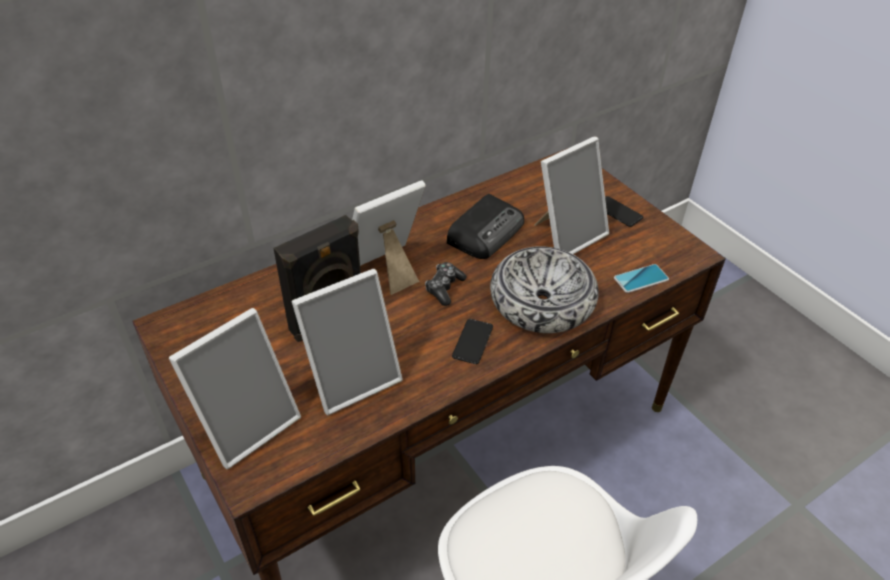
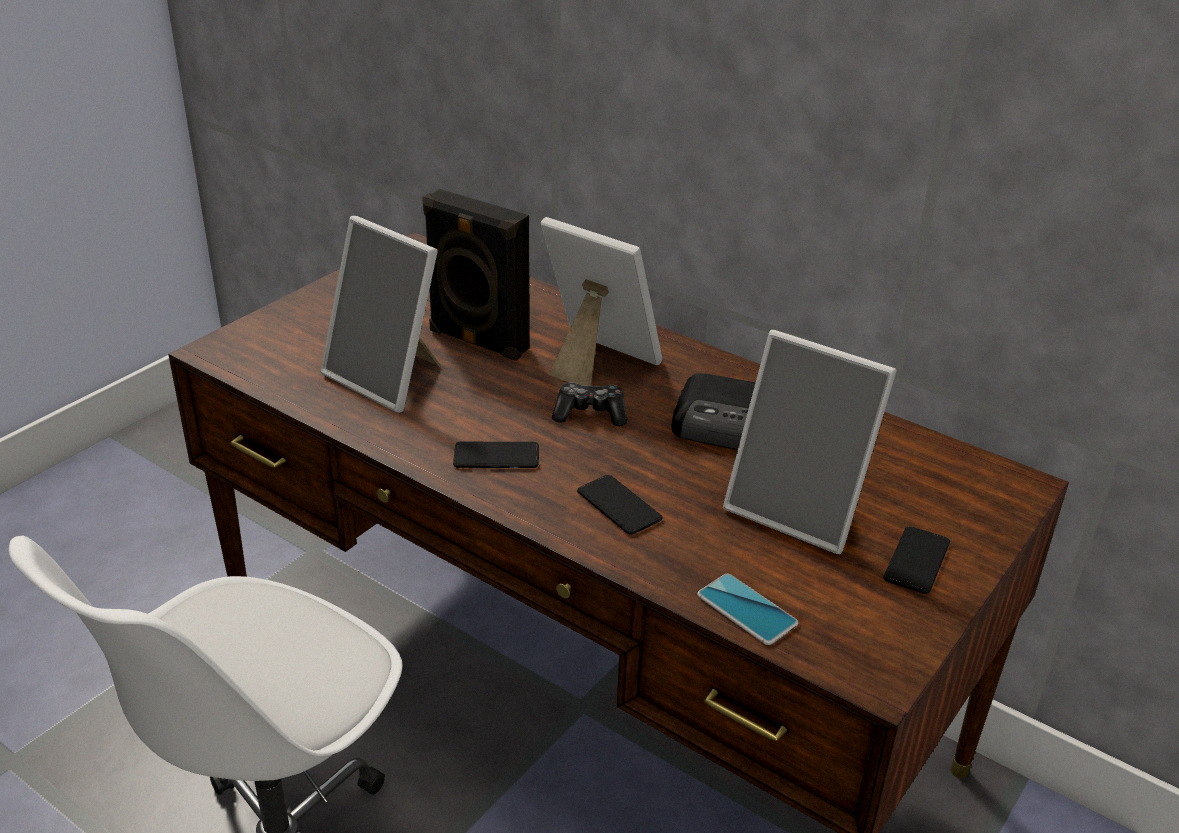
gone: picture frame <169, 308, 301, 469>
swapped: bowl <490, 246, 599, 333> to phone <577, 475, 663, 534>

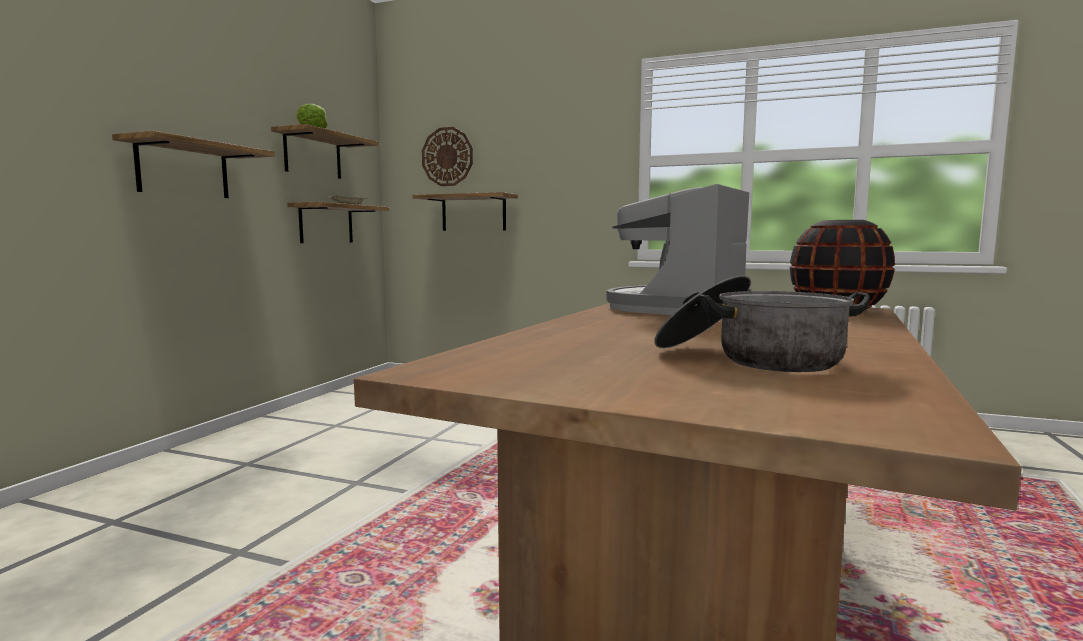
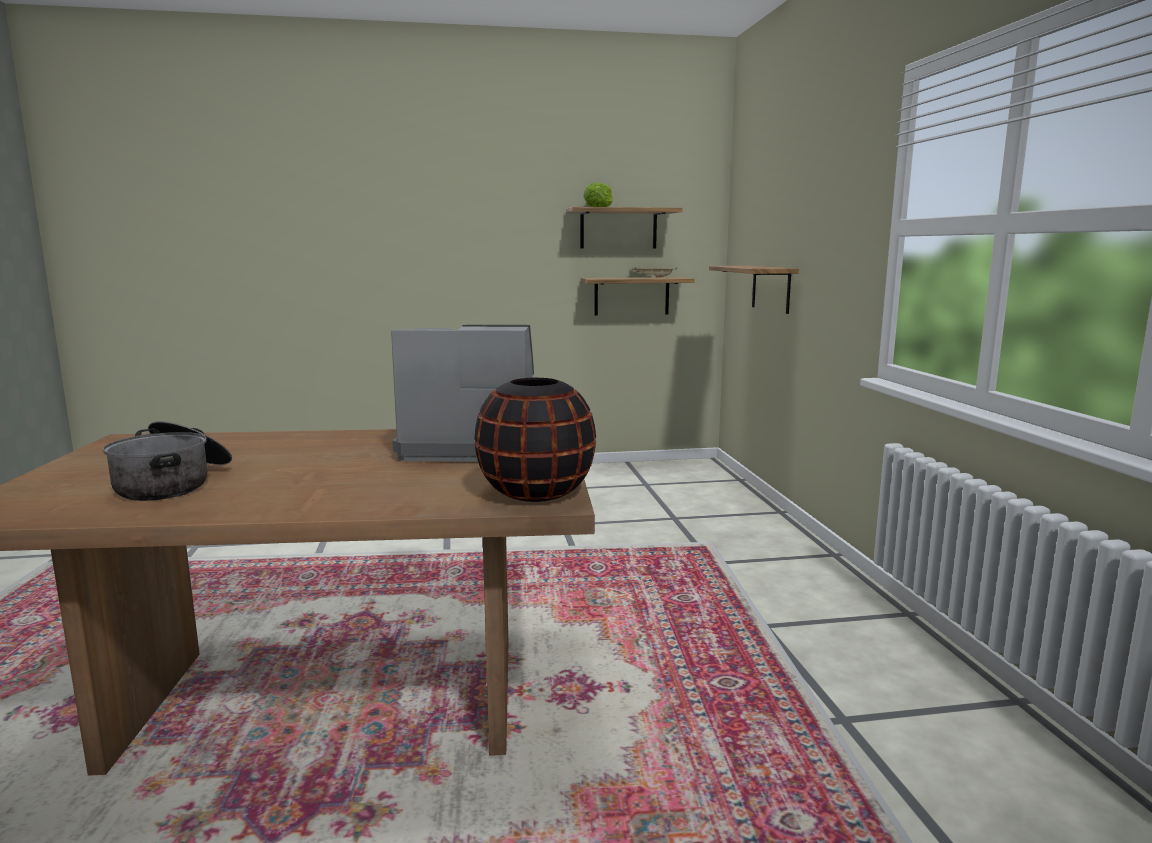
gone: shelf <112, 131, 275, 198>; wall clock <422, 127, 473, 186>

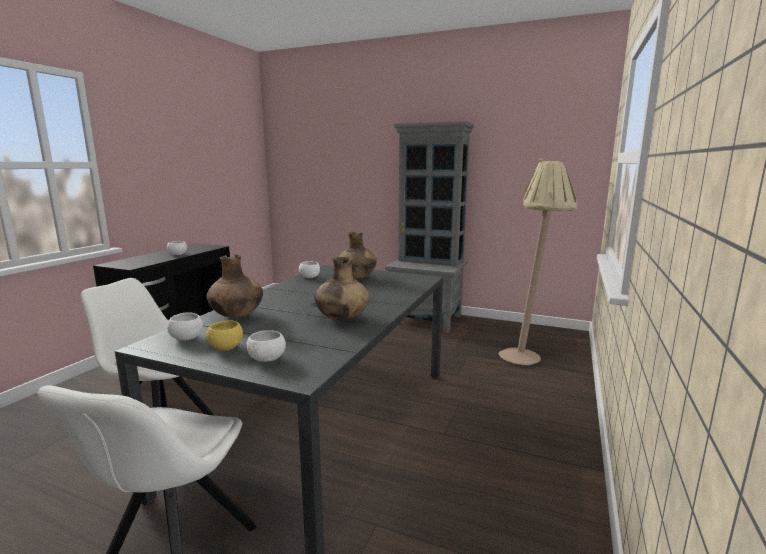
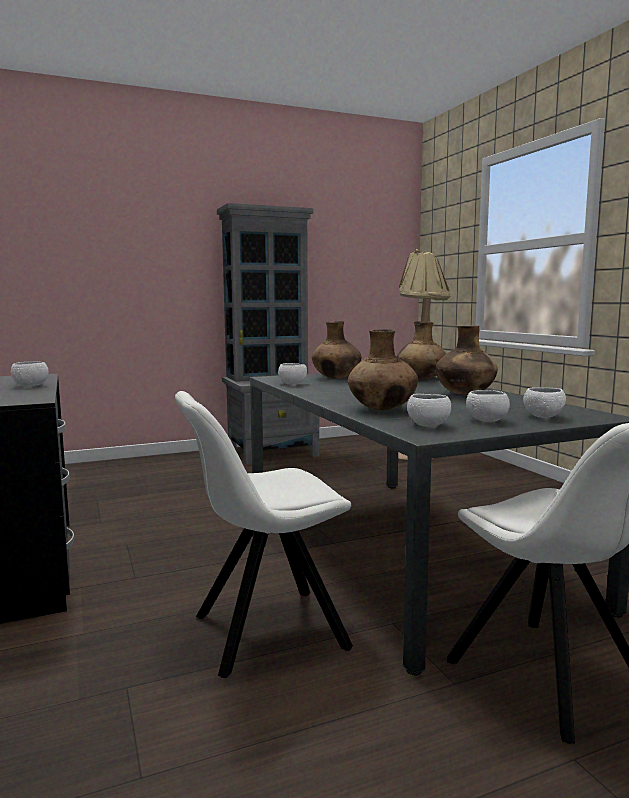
new: brown vase <397, 321, 446, 380>
repainted: yellow bowl <206, 320, 243, 351> to white bowl <466, 390, 510, 422>

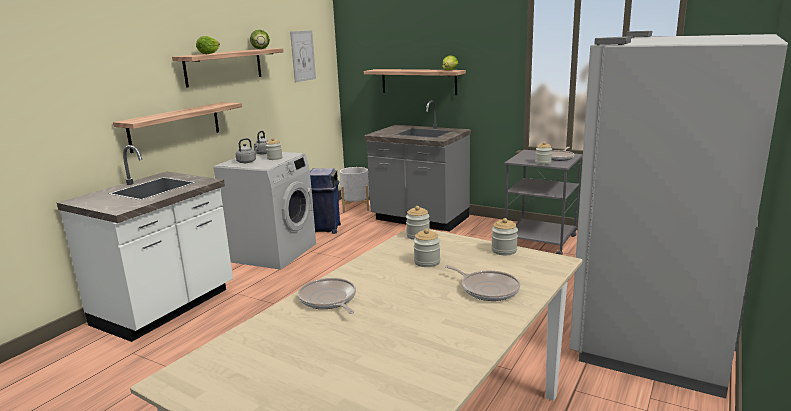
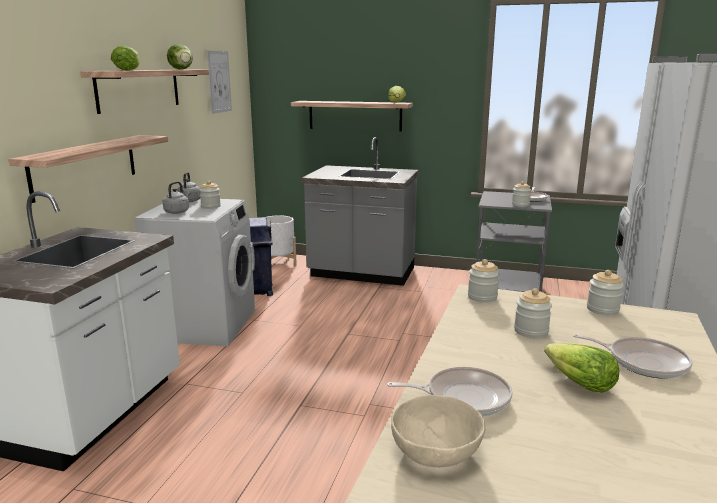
new: beige bowl <391, 395, 485, 467>; lettuce <544, 343, 619, 393>
rotated: frying pan <298, 278, 356, 314> = <387, 367, 513, 417> 135 degrees clockwise

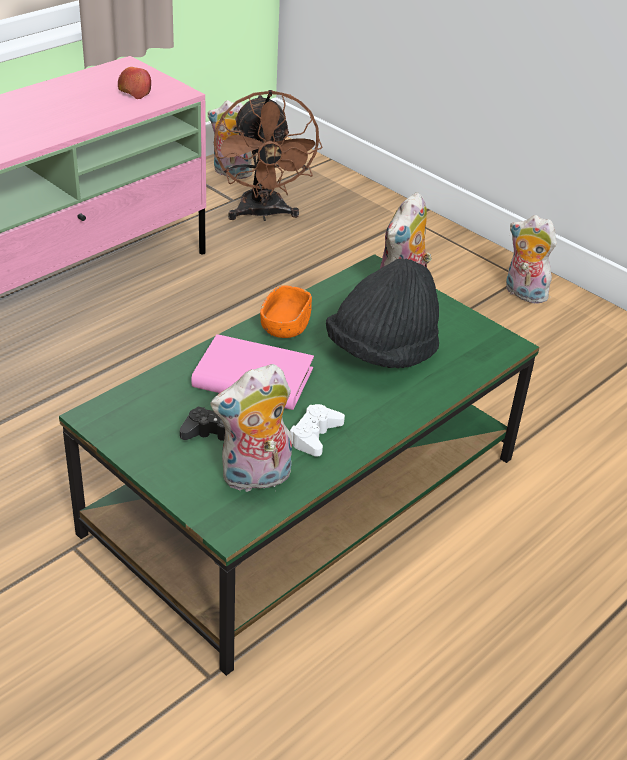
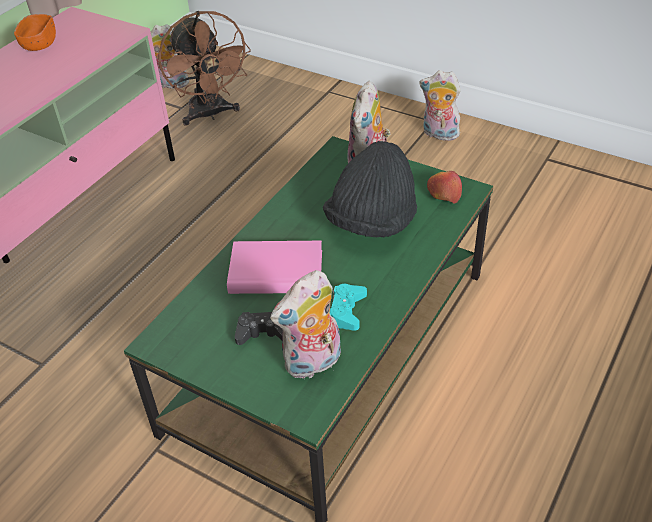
shifted: apple <118, 67, 151, 99> to <427, 171, 462, 204>; orange bowl <260, 285, 312, 338> to <14, 14, 56, 51>
repainted: white game controller <290, 404, 345, 457> to turquoise game controller <330, 284, 367, 331>

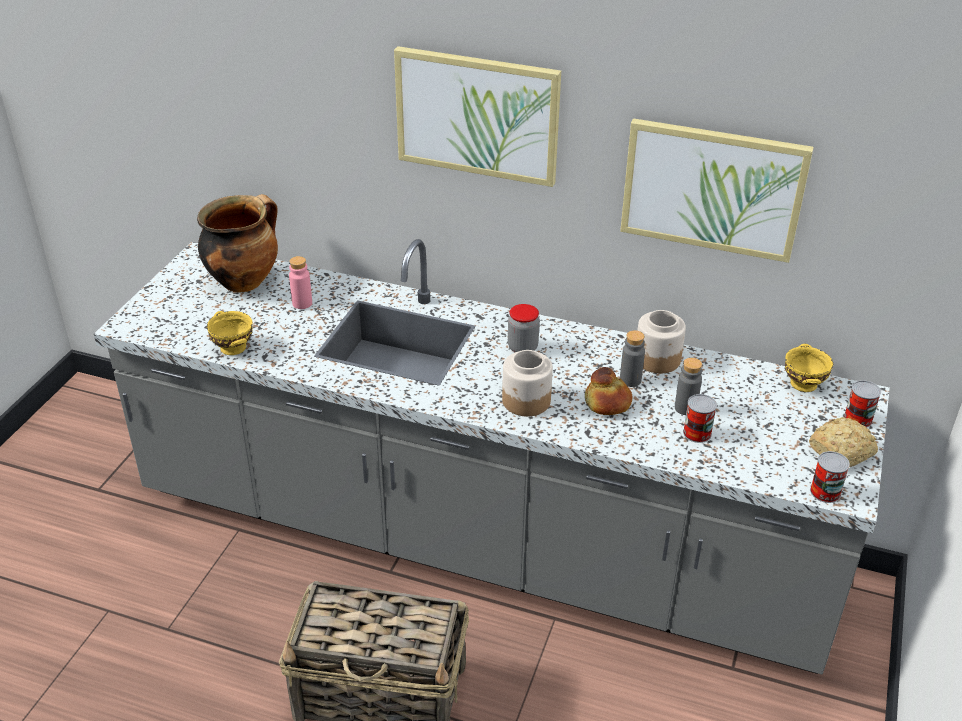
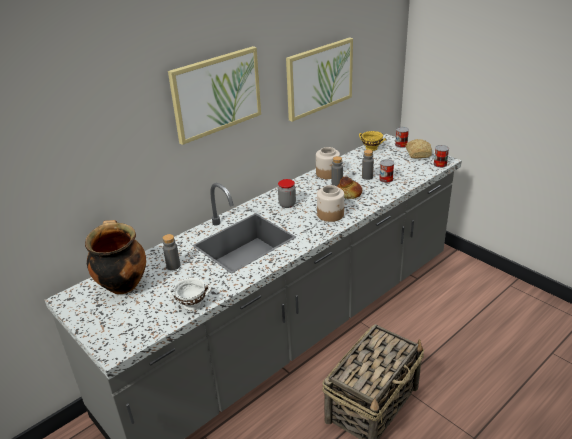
repainted: yellow bowl <207, 311, 253, 355> to white bowl <168, 278, 211, 310>; pink bottle <289, 256, 312, 309> to grey bottle <162, 234, 180, 270>

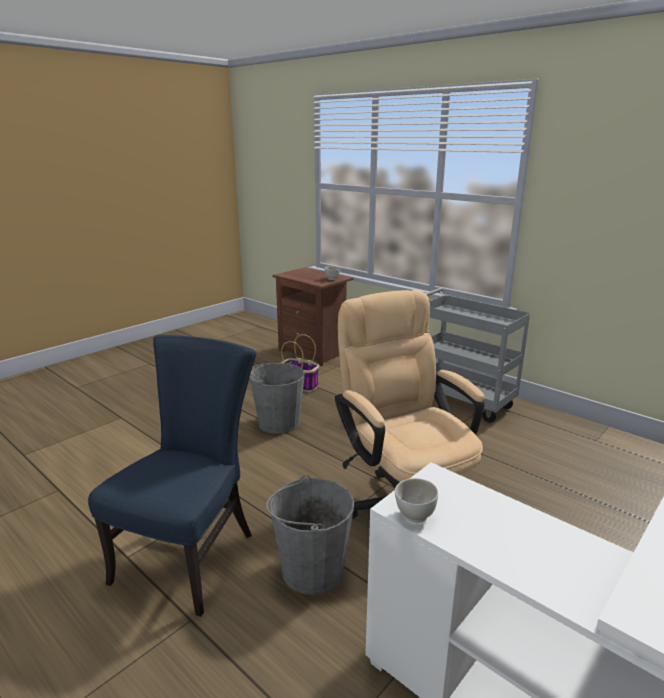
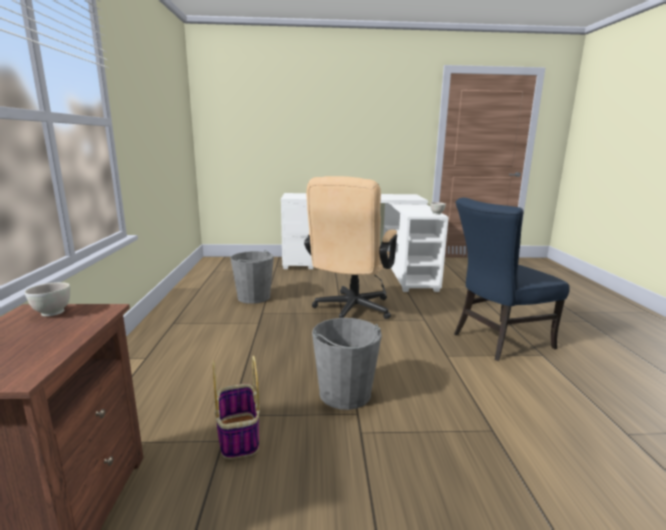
gone: grey cart <425, 288, 530, 423>
shifted: grey bucket <266, 475, 354, 595> to <231, 250, 274, 304>

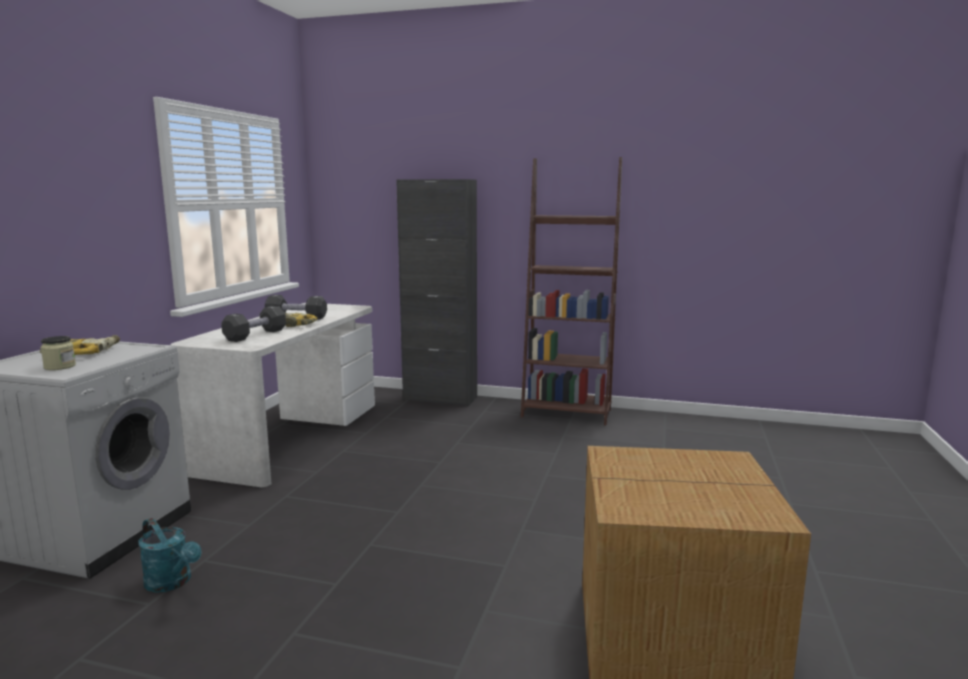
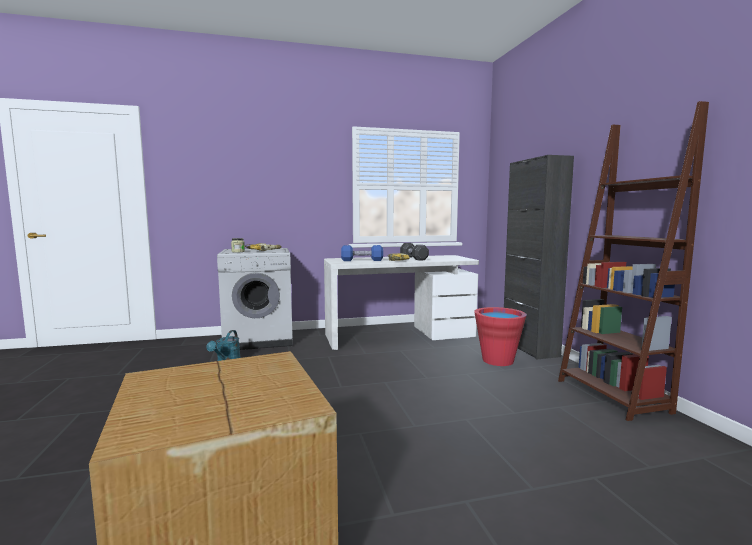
new: red bucket <474, 307, 527, 366>
repainted: black dumbbell <221, 306, 286, 342> to blue dumbbell <341, 245, 383, 261>

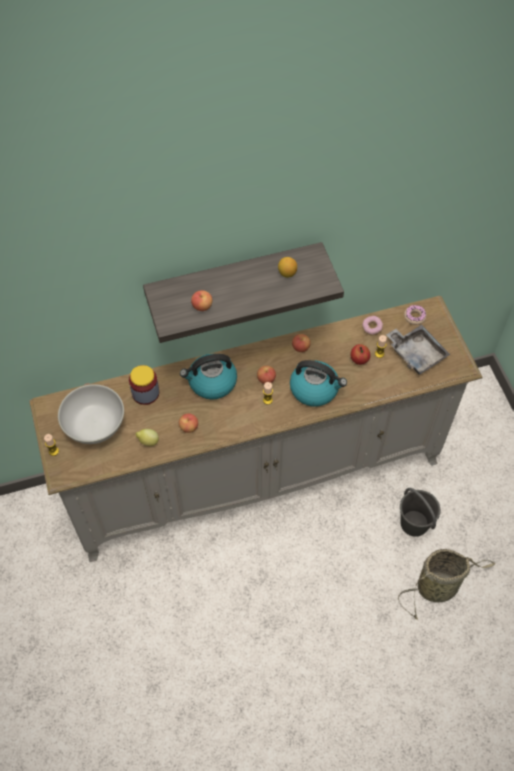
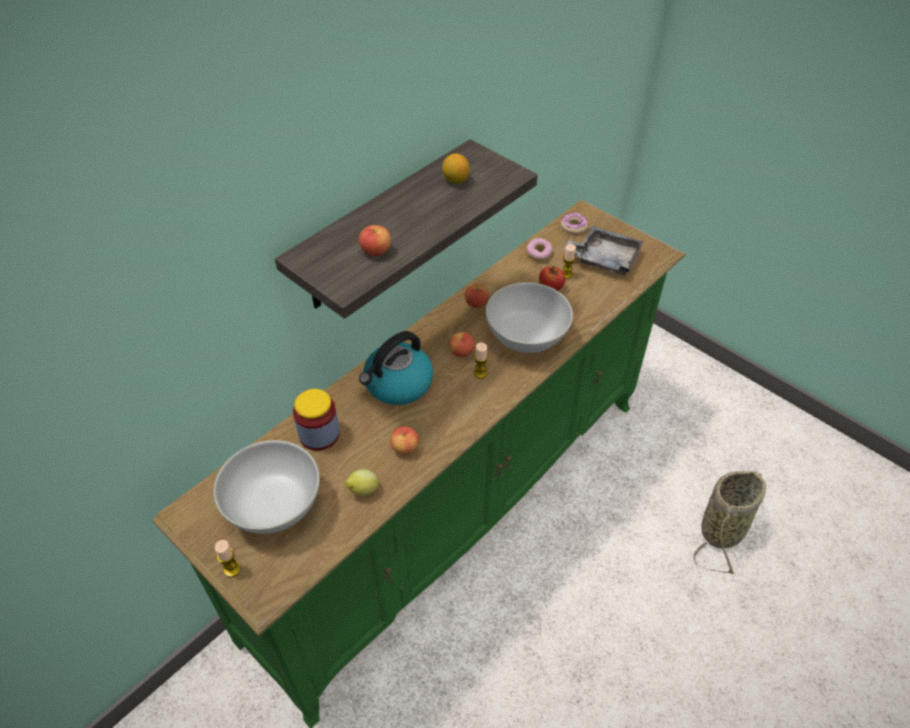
gone: grey bucket <400, 488, 440, 537>
swapped: kettle <290, 360, 347, 407> to white bowl <486, 282, 573, 353>
repainted: grey cabinet <29, 296, 483, 562> to green cabinet <153, 200, 686, 728>

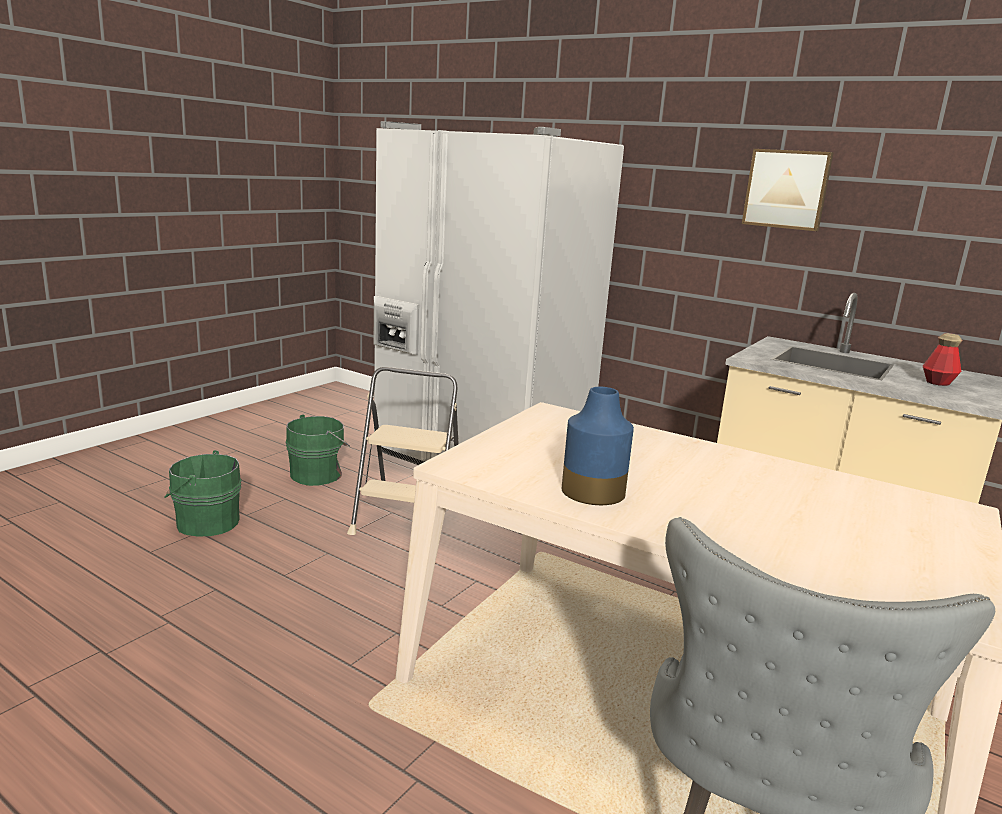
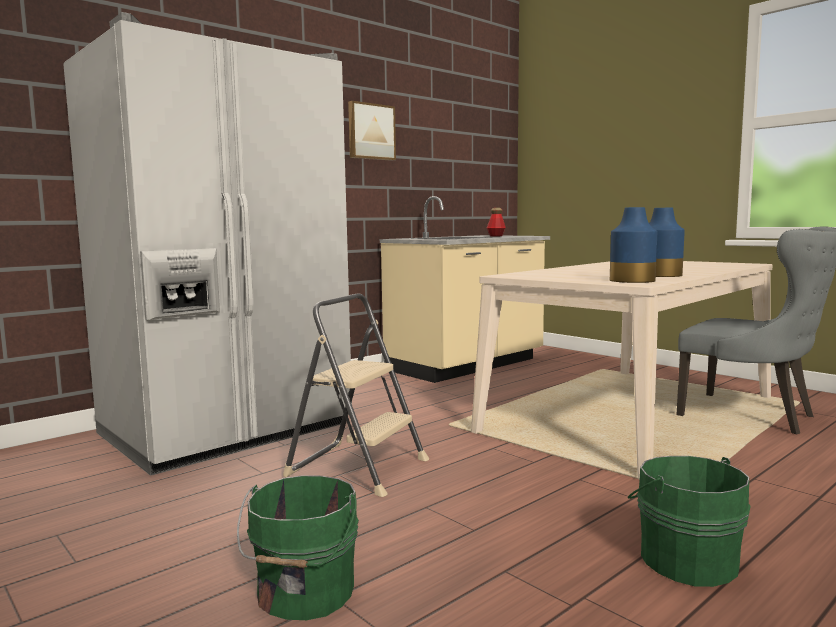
new: blue vase <610, 207, 657, 283>
shifted: green bucket <286, 414, 350, 486> to <628, 456, 751, 587>

